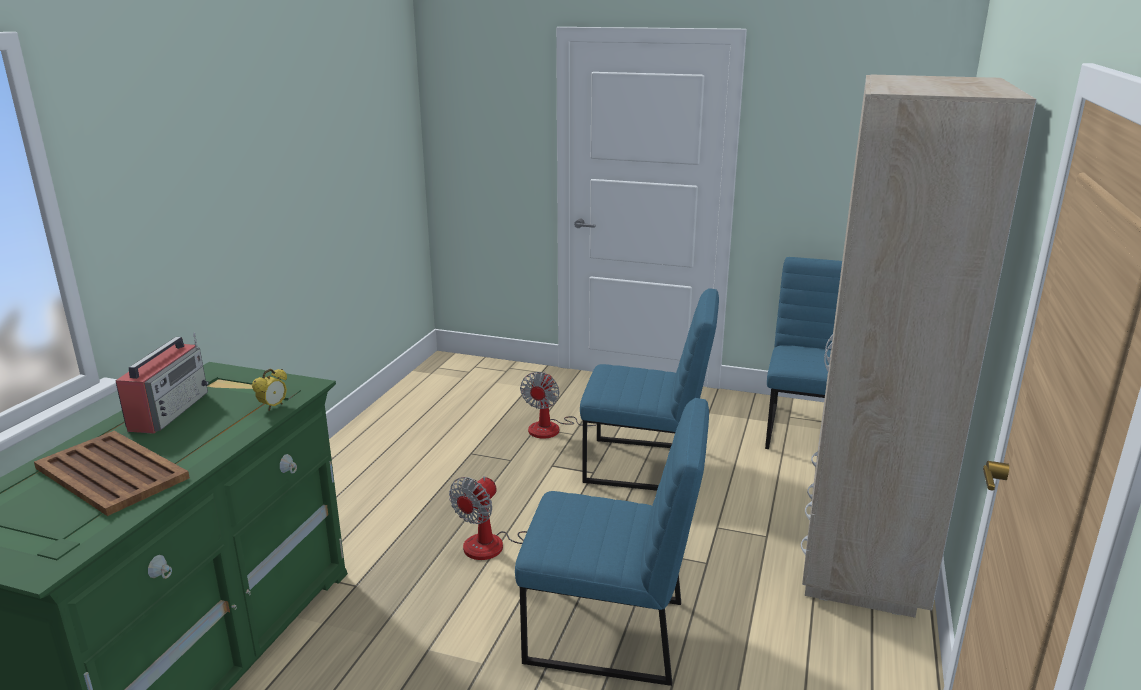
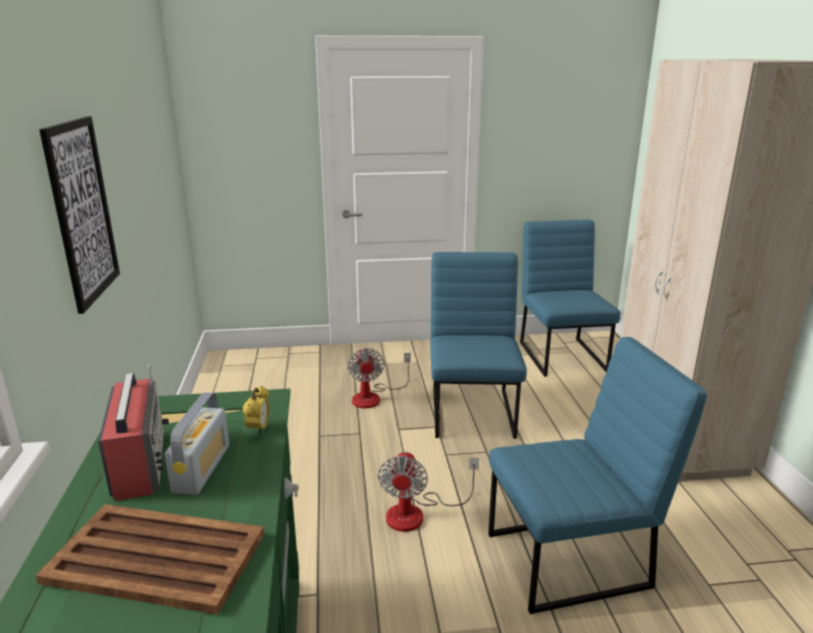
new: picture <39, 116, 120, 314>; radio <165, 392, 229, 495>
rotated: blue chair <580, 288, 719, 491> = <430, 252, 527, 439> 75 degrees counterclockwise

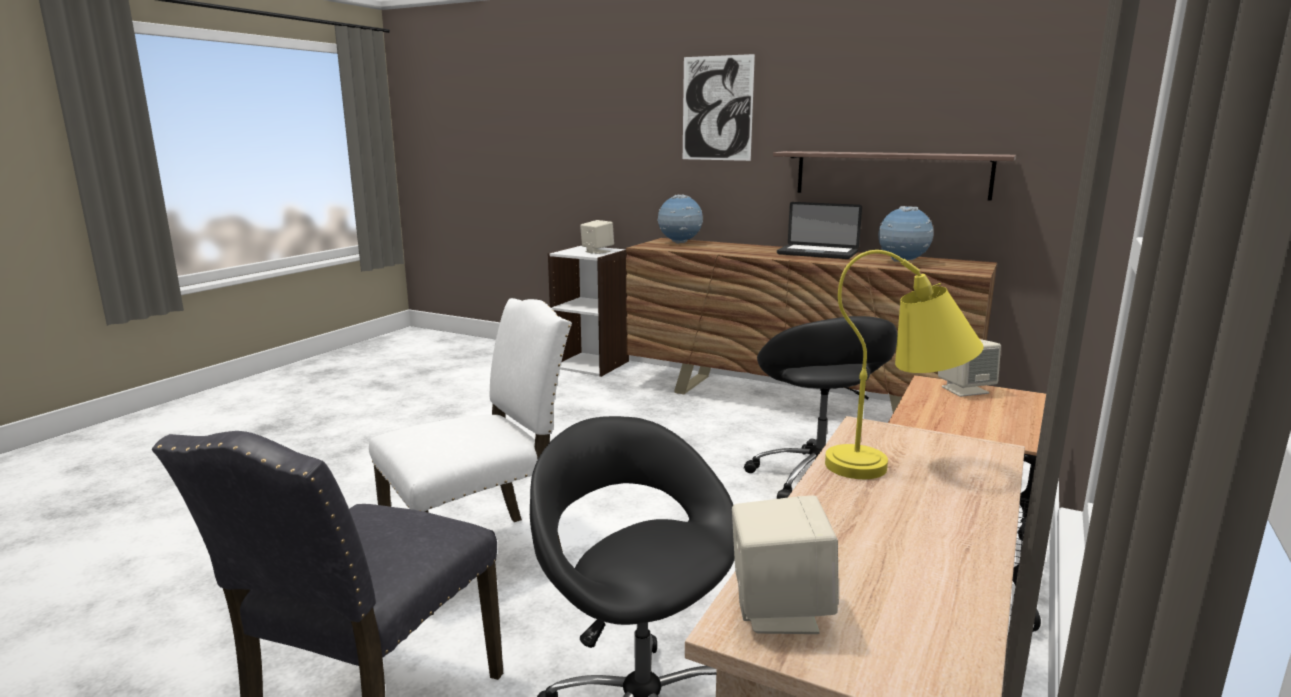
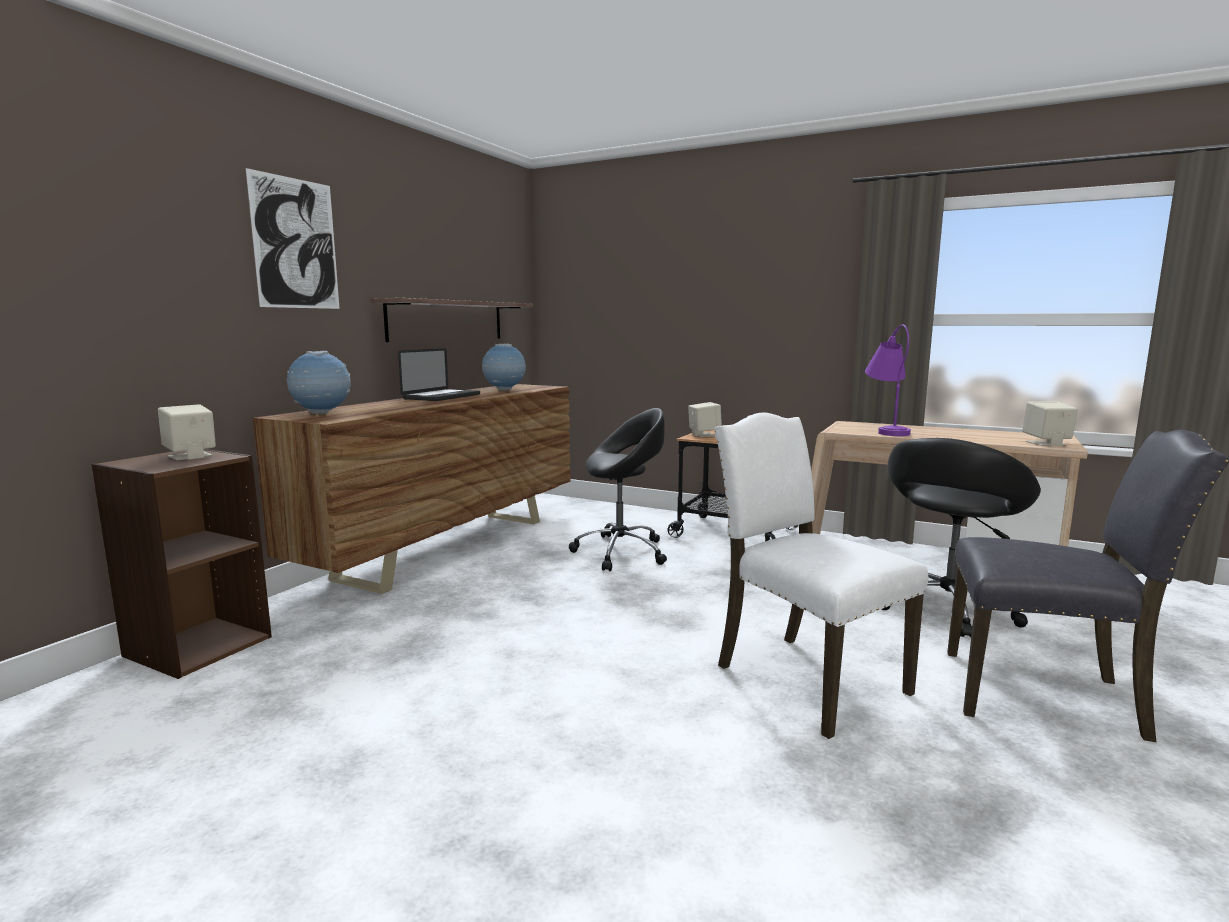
repainted: white bookcase <548, 245, 629, 377> to brown bookcase <91, 449, 272, 679>; yellow table lamp <825, 250, 984, 479> to purple table lamp <865, 324, 911, 436>

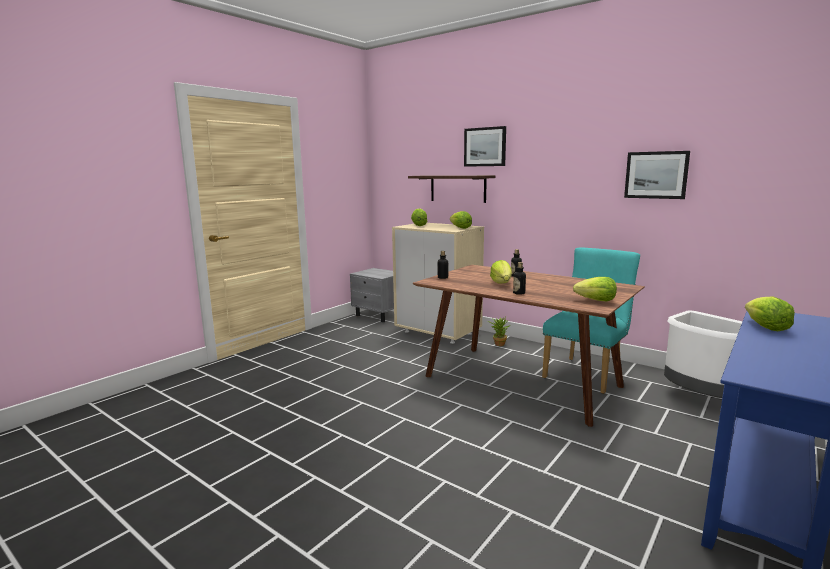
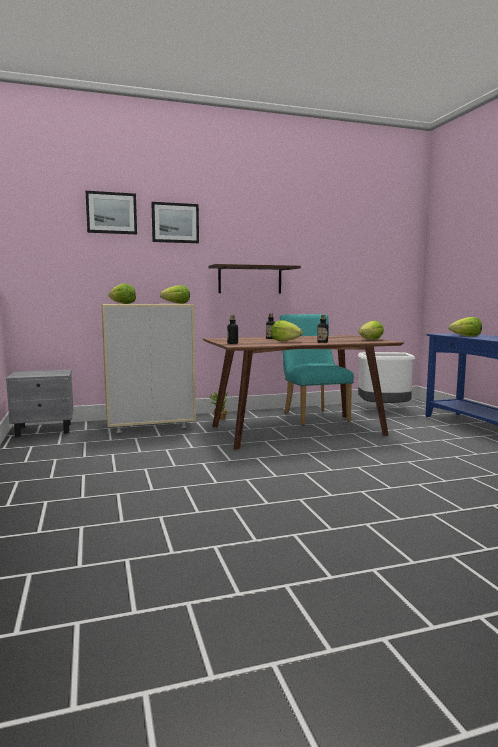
shifted: shelf <408, 175, 496, 203> to <208, 264, 301, 294>; picture <624, 151, 690, 199> to <86, 191, 137, 234>

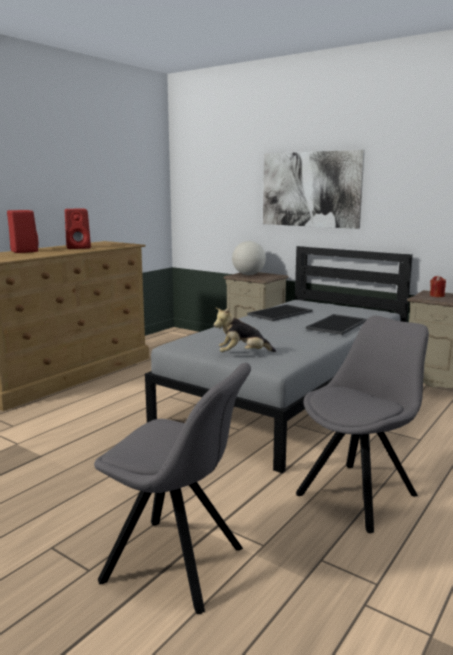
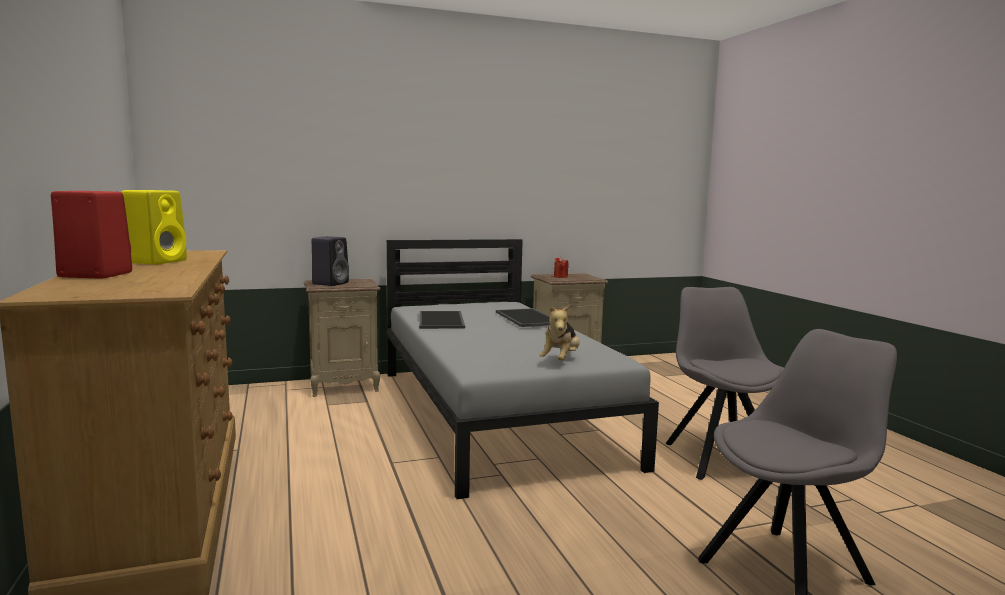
gone: picture <263, 150, 365, 229>
swapped: globe <232, 241, 266, 275> to black speaker <312, 236, 349, 286>
repainted: red speaker <65, 209, 91, 249> to yellow speaker <121, 190, 187, 265>

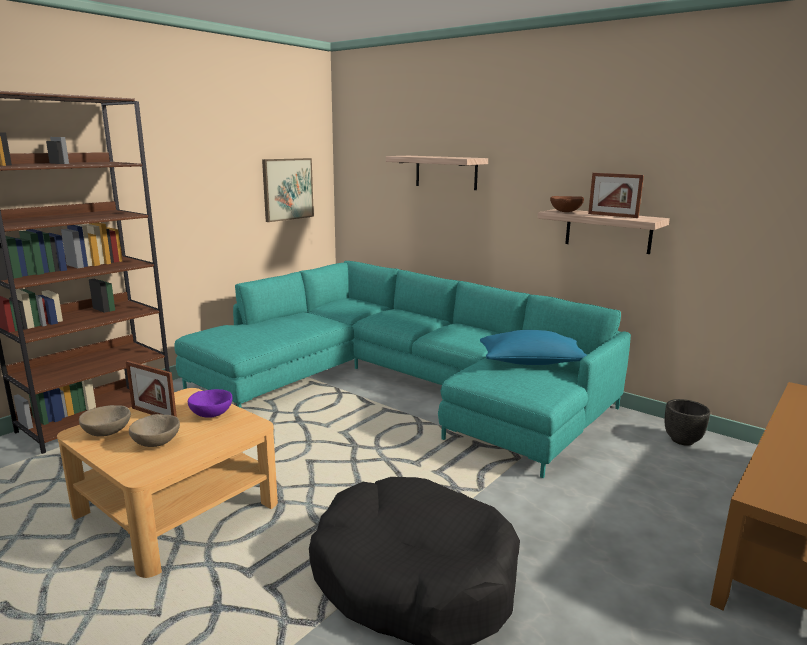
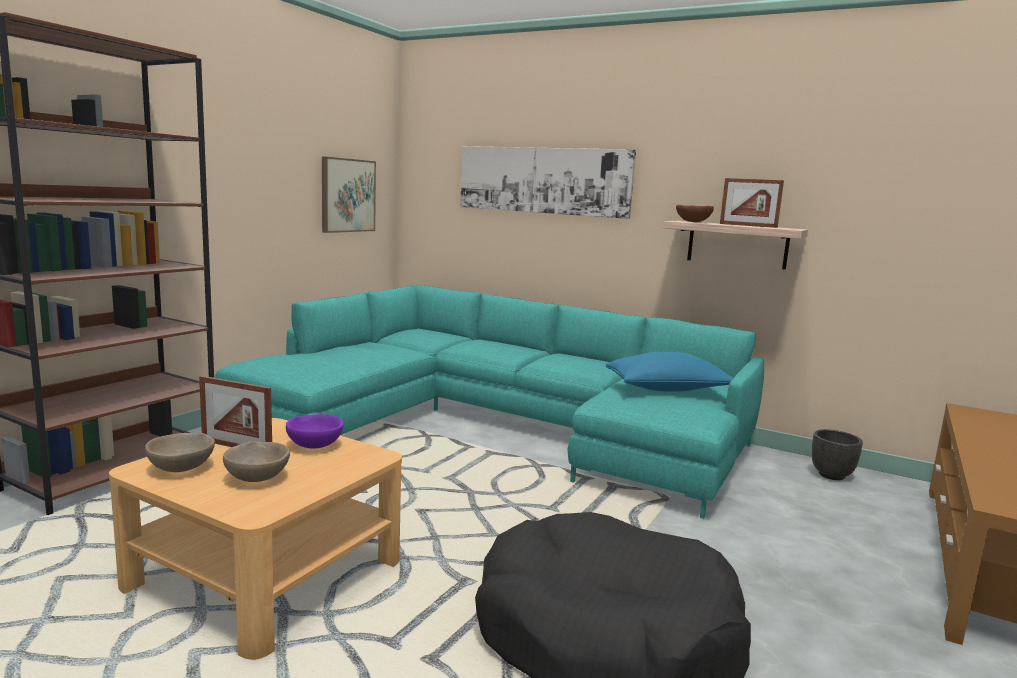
swapped: shelf <386, 156, 488, 190> to picture <460, 146, 636, 219>

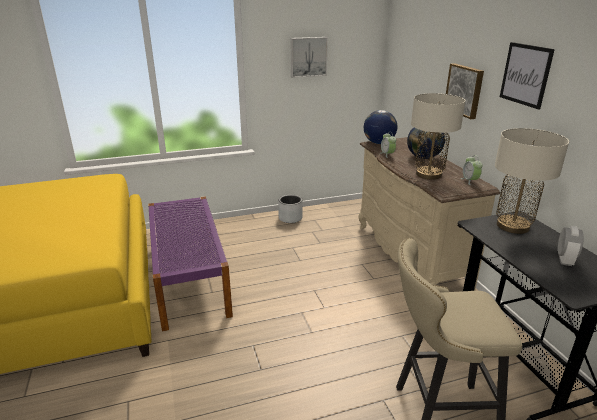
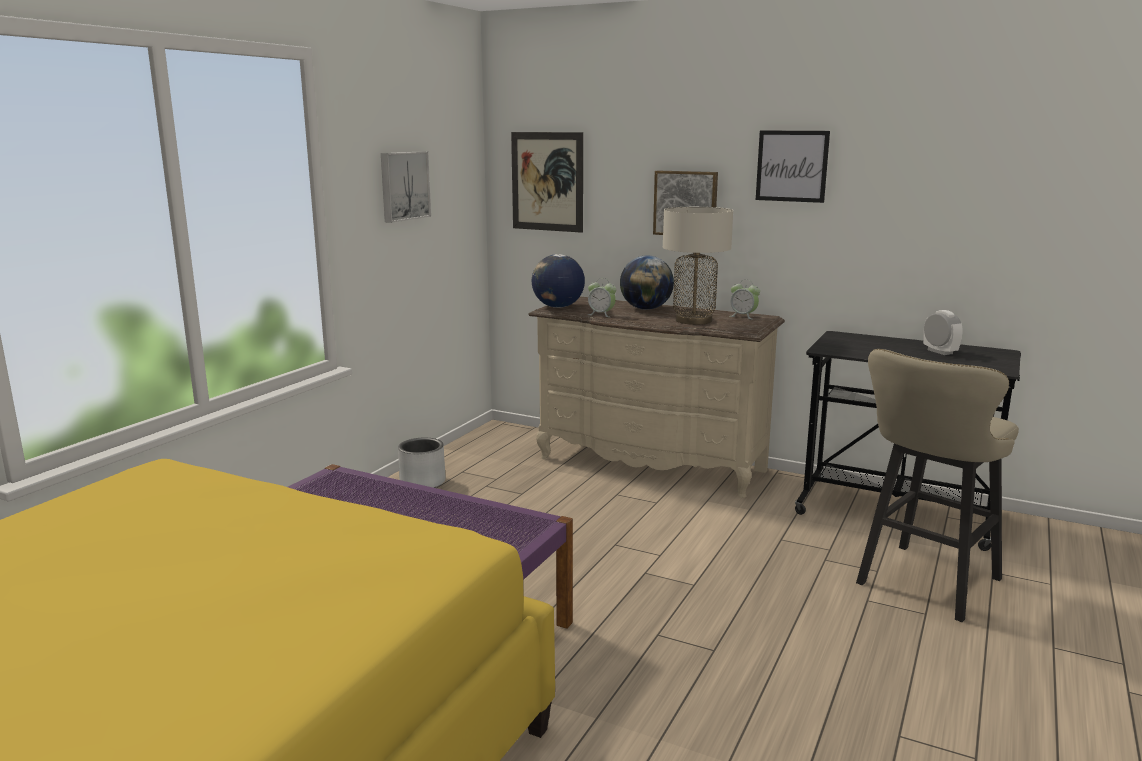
gone: table lamp <495, 128, 569, 234>
new: picture <511, 132, 583, 233>

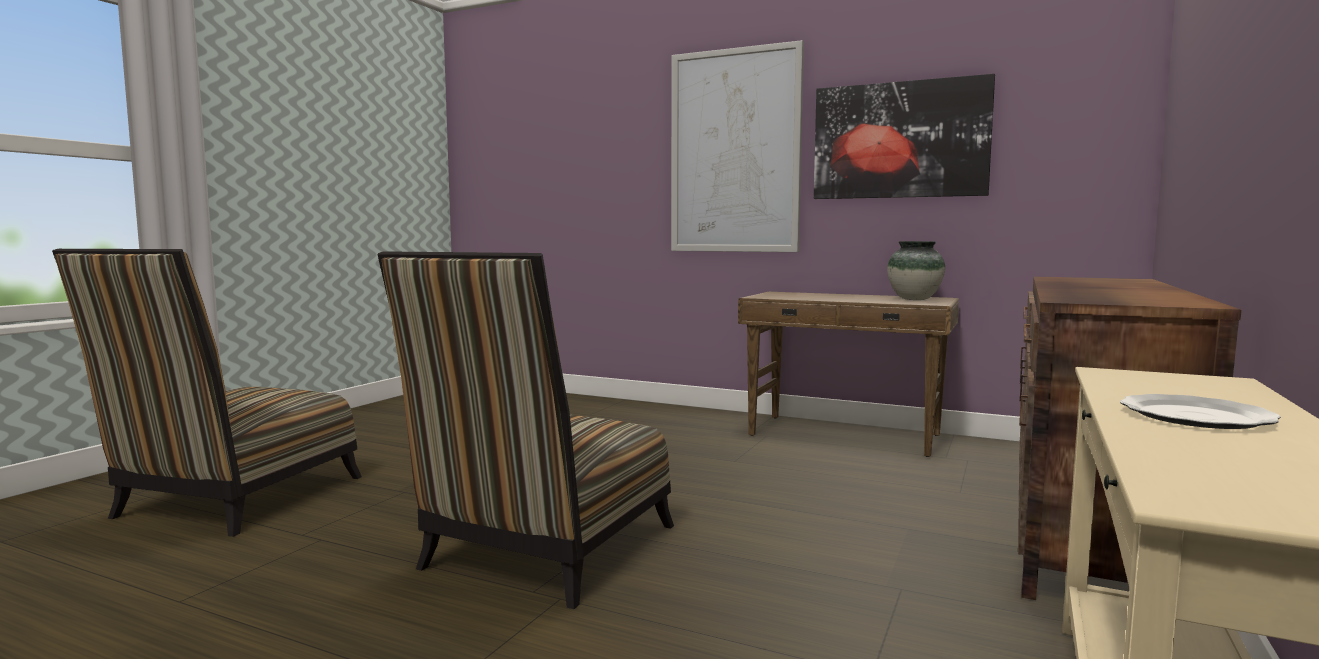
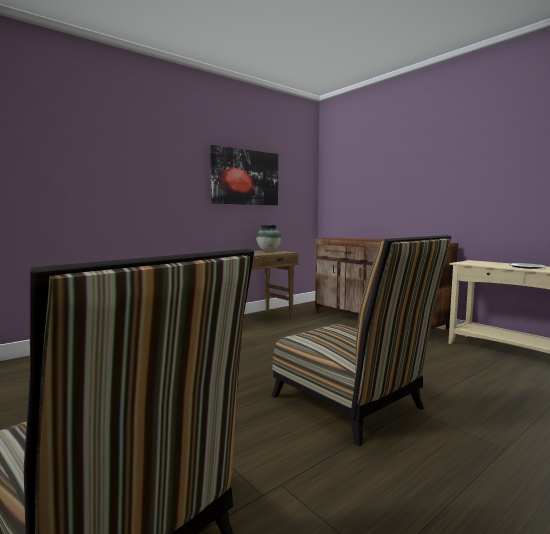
gone: picture <671, 40, 804, 252>

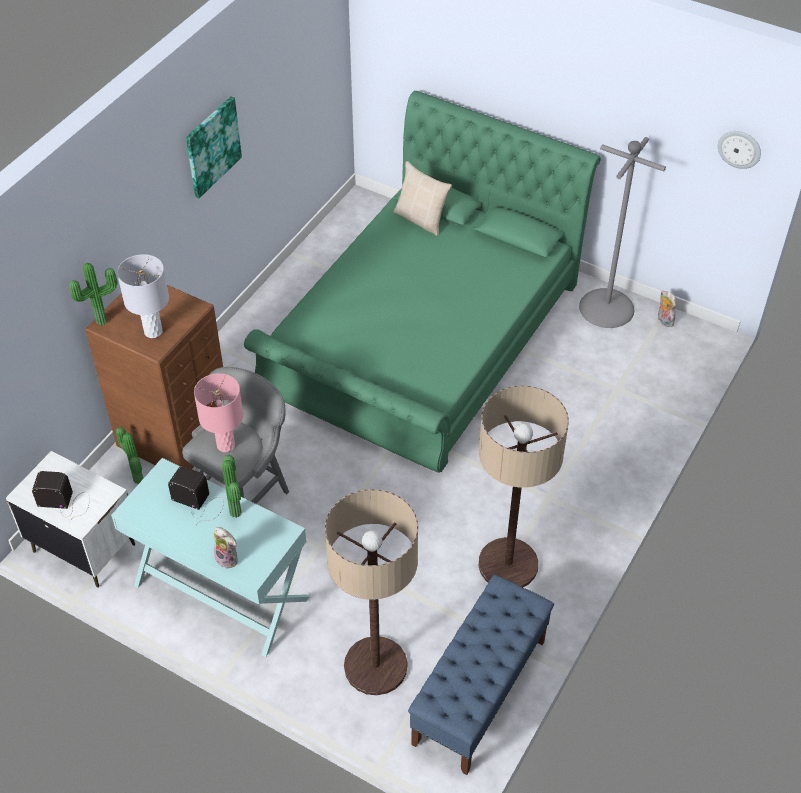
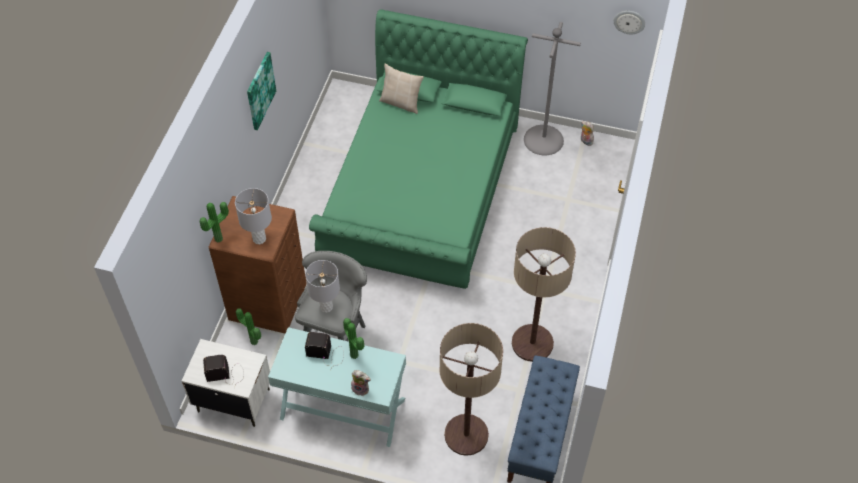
repainted: pink table lamp <194, 373, 243, 452> to grey table lamp <305, 260, 340, 313>

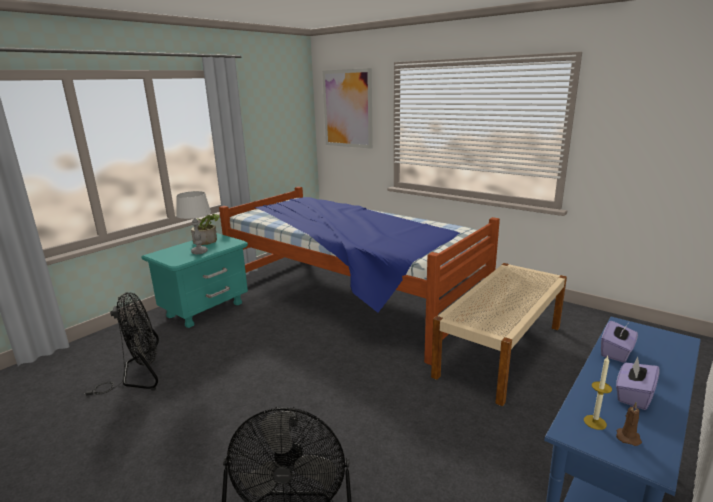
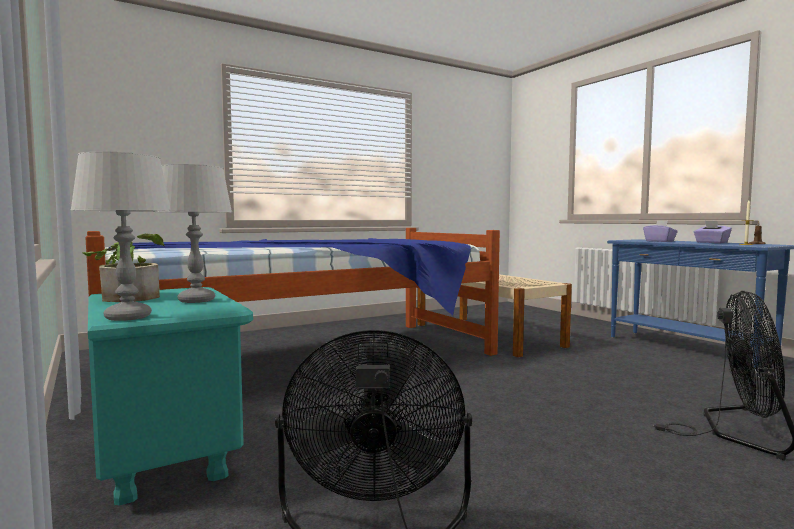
gone: picture <322, 68, 373, 149>
new: grey table lamp <70, 151, 172, 321>

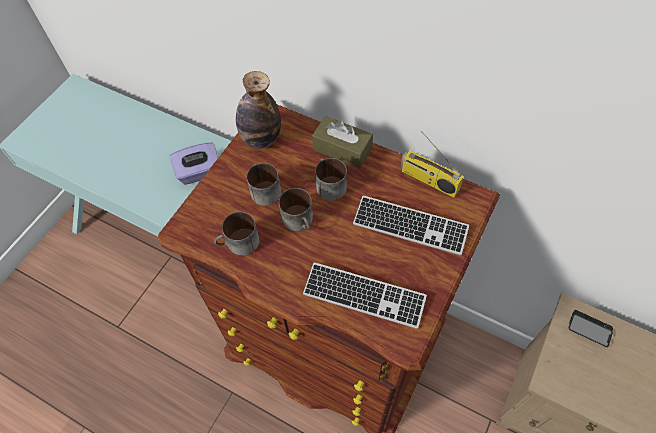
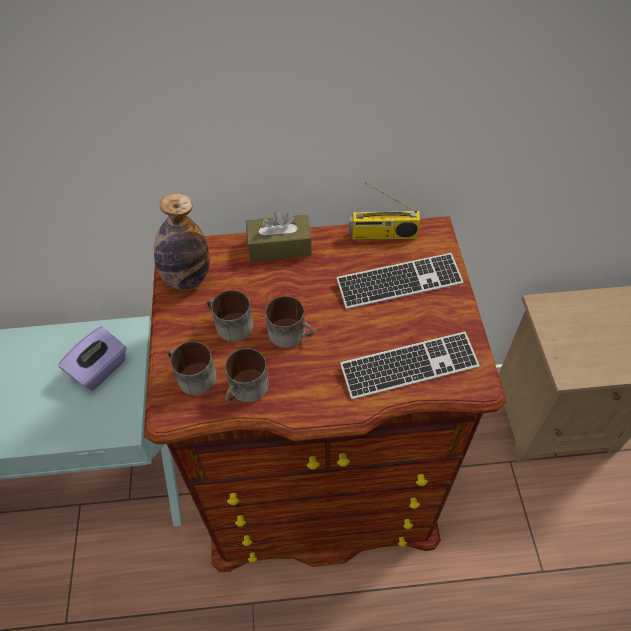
gone: phone <569, 310, 613, 347>
shifted: mug <315, 158, 347, 201> to <167, 341, 217, 395>

